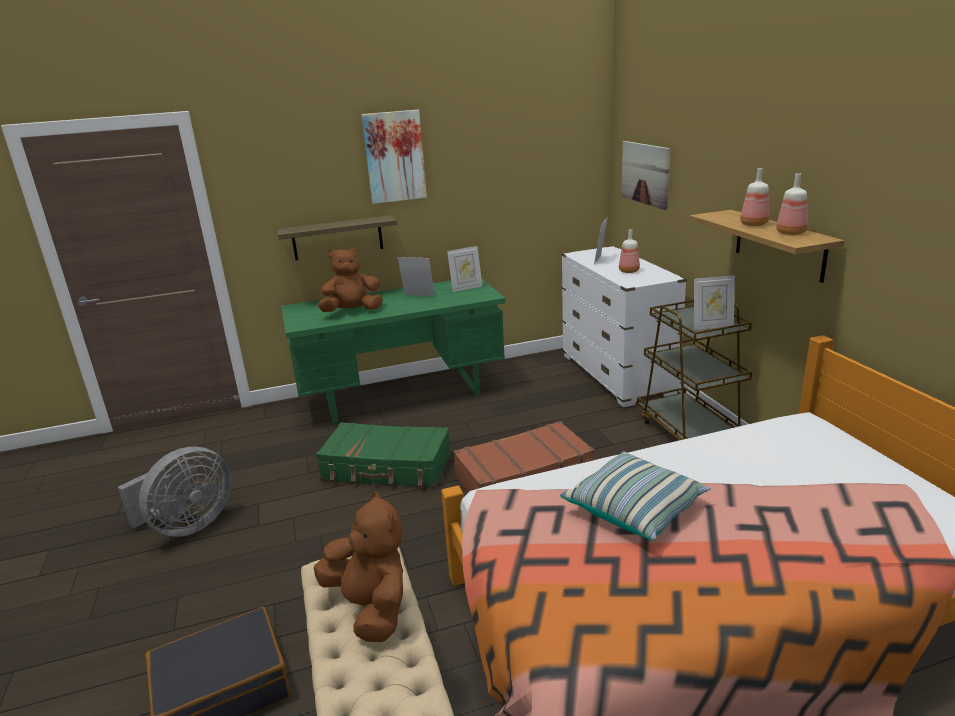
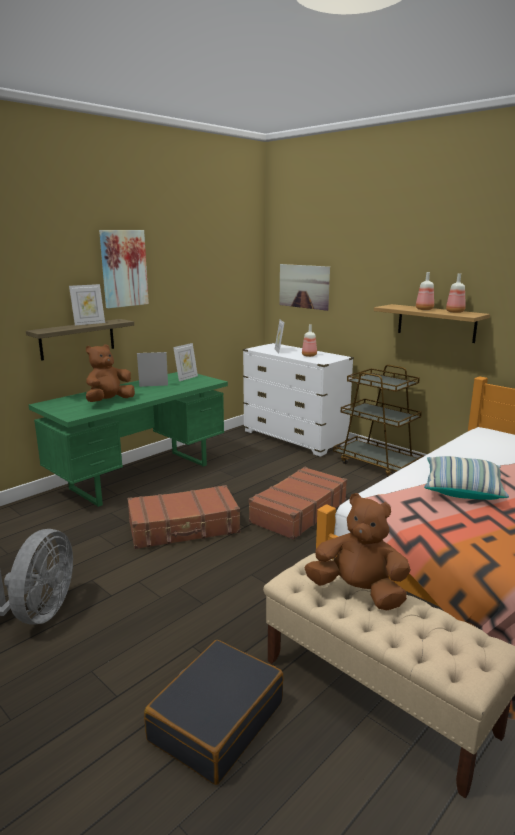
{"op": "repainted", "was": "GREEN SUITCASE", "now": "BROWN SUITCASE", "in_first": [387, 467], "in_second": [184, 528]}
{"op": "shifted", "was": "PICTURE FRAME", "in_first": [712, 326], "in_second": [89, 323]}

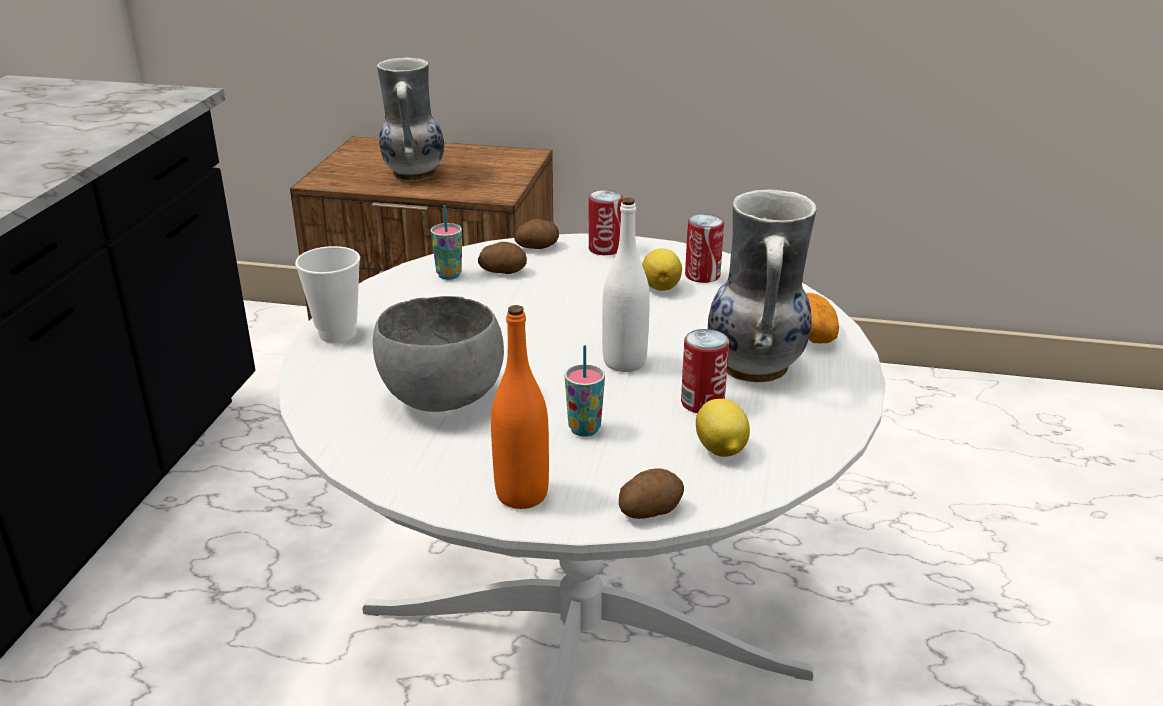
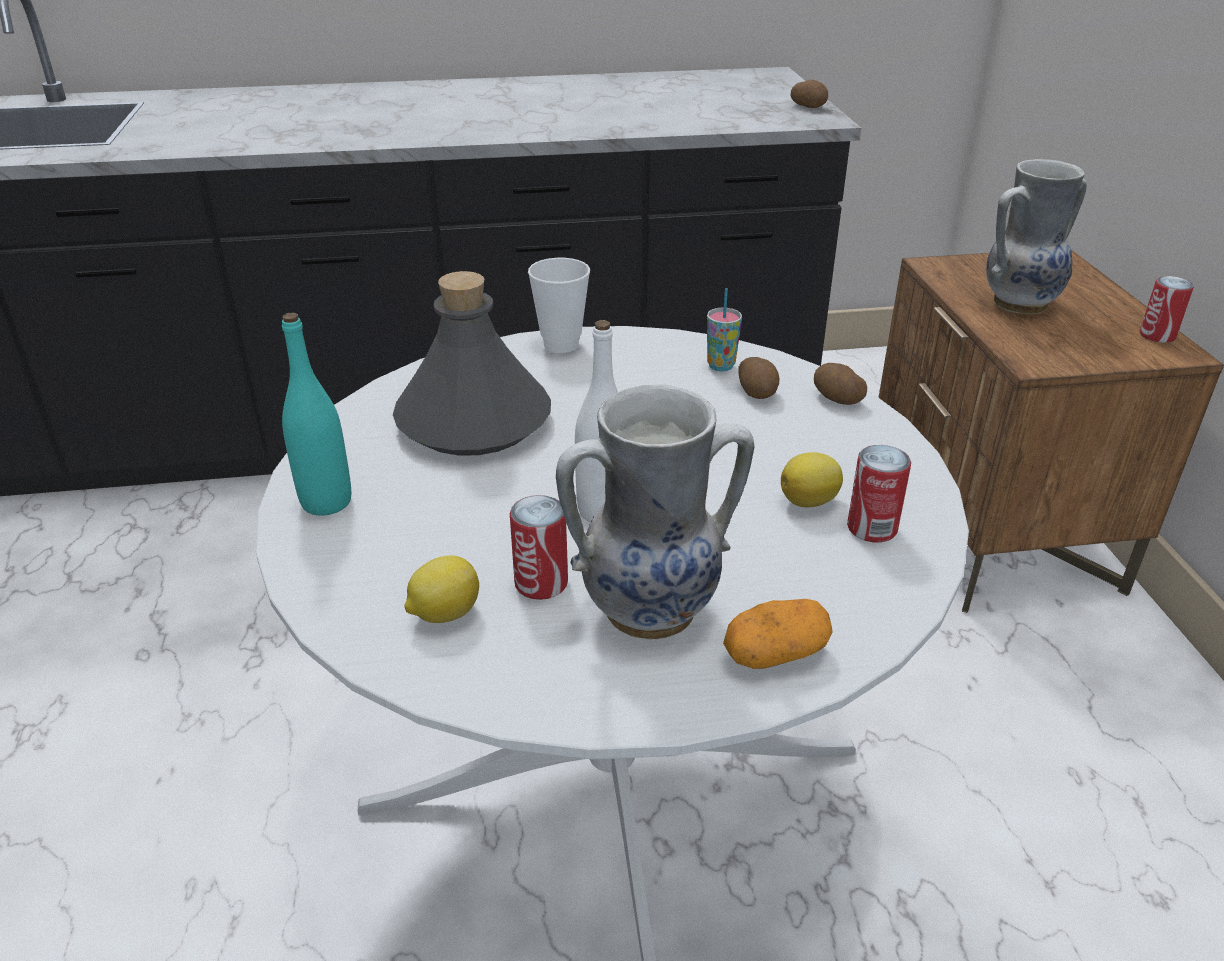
{"op": "swapped", "was": "GREY BOWL", "now": "GREY BOTTLE", "in_first": [439, 398], "in_second": [473, 421]}
{"op": "repainted", "was": "ORANGE BOTTLE", "now": "TURQUOISE BOTTLE", "in_first": [522, 494], "in_second": [326, 502]}
{"op": "gone", "was": "CUP", "in_first": [584, 429]}
{"op": "shifted", "was": "CAN", "in_first": [605, 249], "in_second": [1157, 335]}
{"op": "shifted", "was": "POTATO", "in_first": [649, 509], "in_second": [809, 106]}

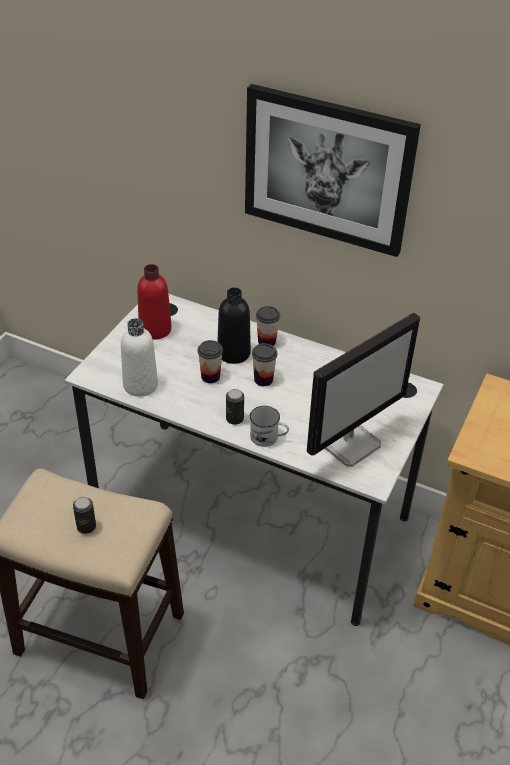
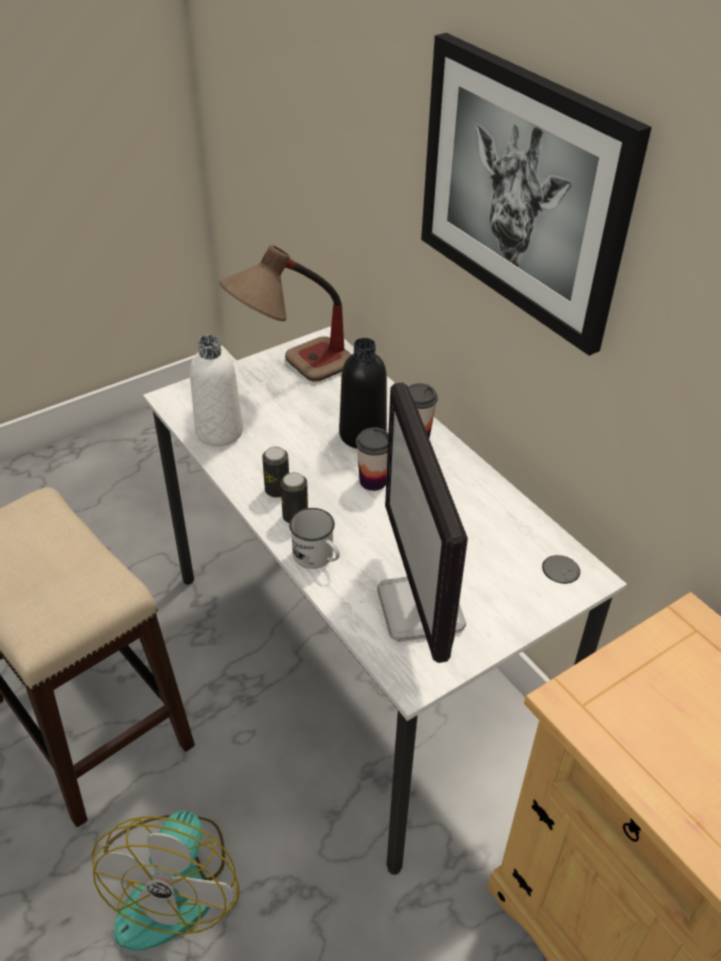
{"op": "shifted", "was": "CAN", "in_first": [86, 527], "in_second": [277, 490]}
{"op": "swapped", "was": "RED BOTTLE", "now": "TABLE LAMP", "in_first": [155, 329], "in_second": [291, 373]}
{"op": "gone", "was": "CUP", "in_first": [210, 377]}
{"op": "rotated", "was": "MONITOR", "in_first": [349, 442], "in_second": [421, 609], "clockwise": 90}
{"op": "new", "now": "FAN", "in_second": [173, 882]}

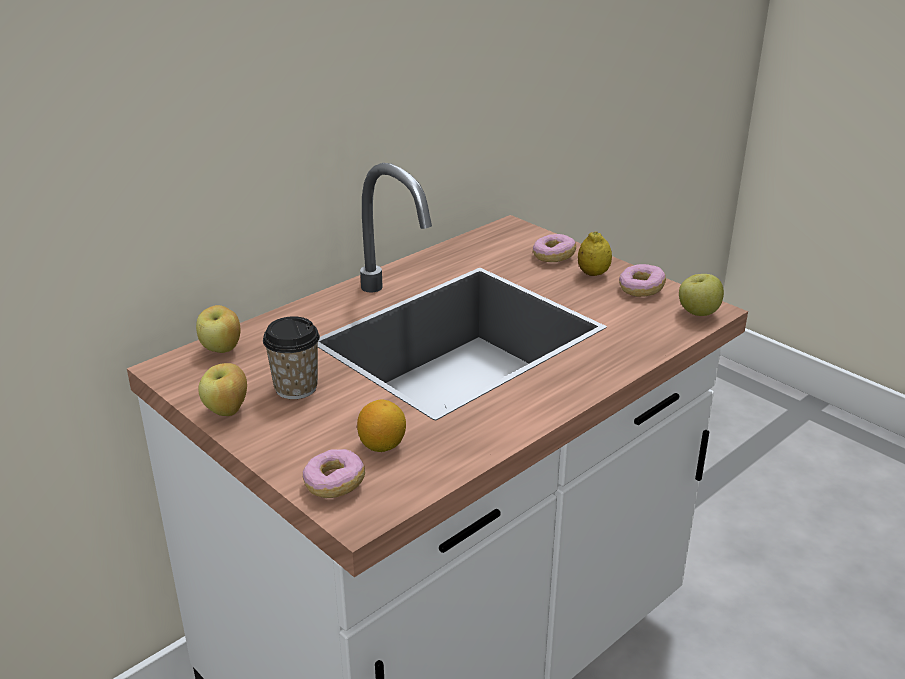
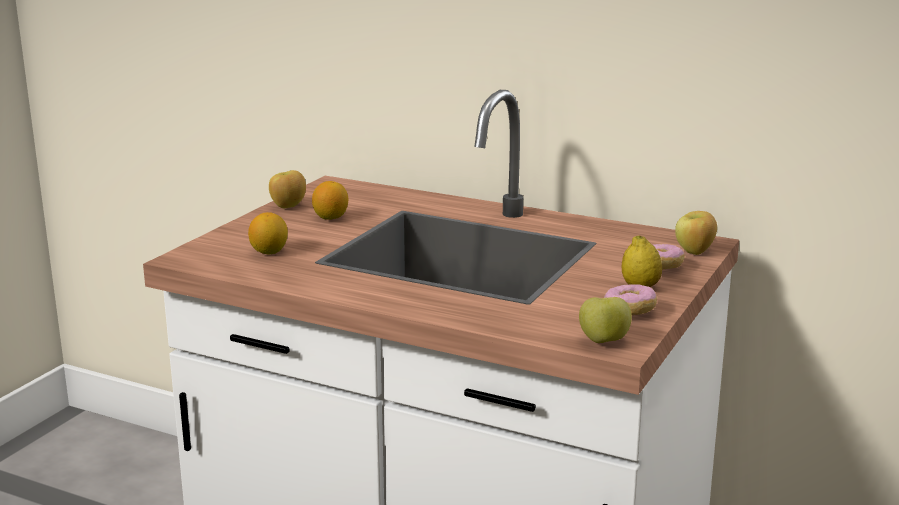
{"op": "shifted", "was": "APPLE", "in_first": [222, 349], "in_second": [694, 252]}
{"op": "swapped", "was": "CUP", "now": "LEMON", "in_first": [296, 388], "in_second": [330, 218]}
{"op": "gone", "was": "DONUT", "in_first": [334, 484]}

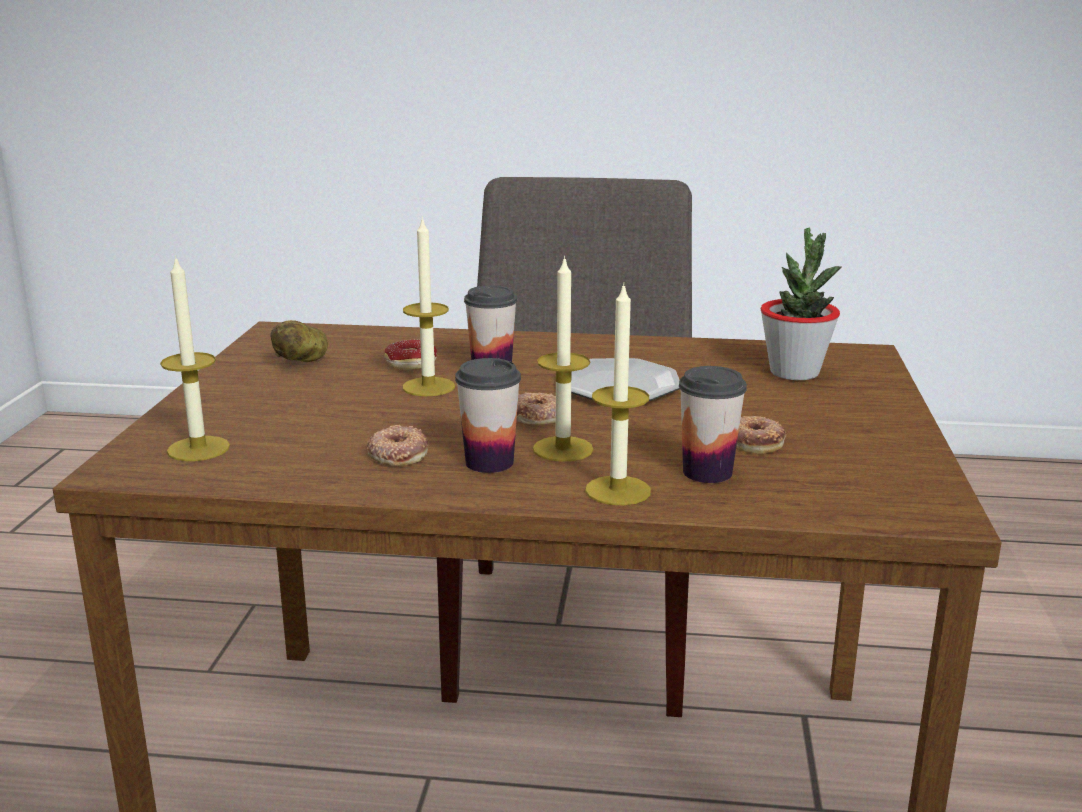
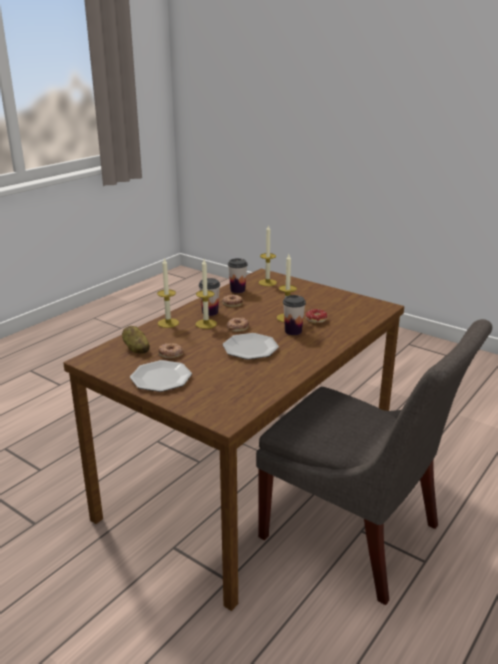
{"op": "shifted", "was": "POTATO", "in_first": [303, 361], "in_second": [136, 349]}
{"op": "shifted", "was": "CUP", "in_first": [707, 472], "in_second": [237, 290]}
{"op": "gone", "was": "POTTED PLANT", "in_first": [794, 373]}
{"op": "new", "now": "PLATE", "in_second": [161, 378]}

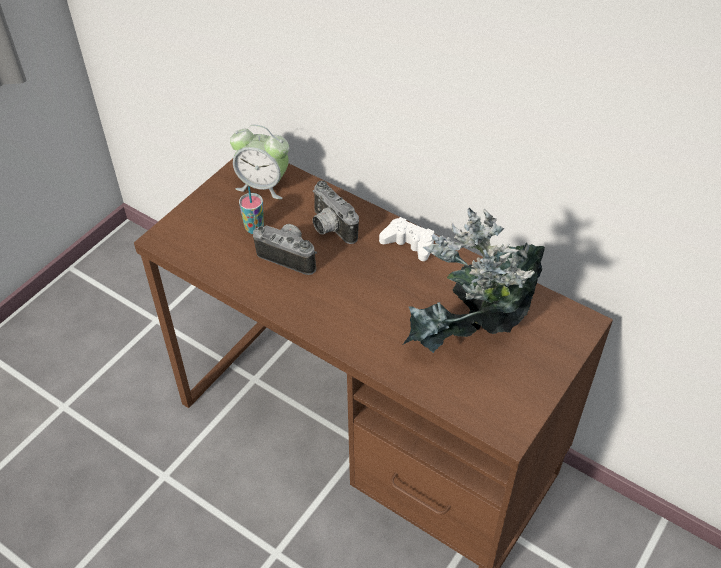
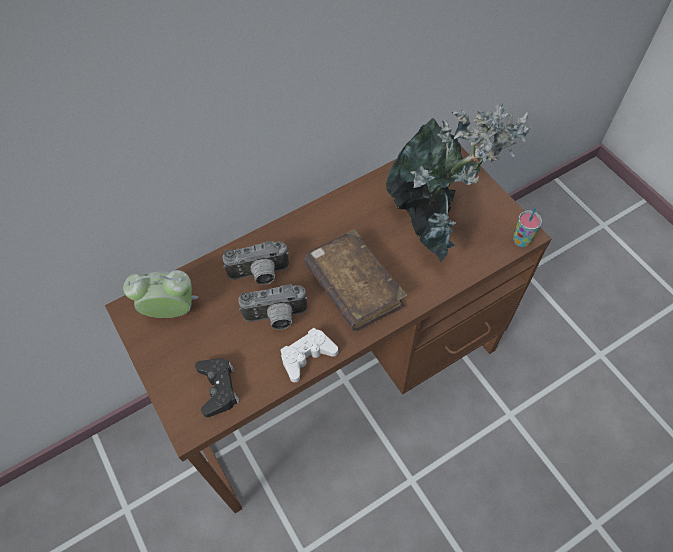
{"op": "rotated", "was": "ALARM CLOCK", "in_first": [263, 185], "in_second": [171, 311], "clockwise": -135}
{"op": "shifted", "was": "CUP", "in_first": [254, 228], "in_second": [521, 240]}
{"op": "rotated", "was": "PHOTO CAMERA", "in_first": [290, 256], "in_second": [276, 318], "clockwise": -150}
{"op": "shifted", "was": "WHITE GAME CONTROLLER", "in_first": [409, 243], "in_second": [307, 356]}
{"op": "new", "now": "BLACK GAME CONTROLLER", "in_second": [218, 388]}
{"op": "new", "now": "BROWN BOOK", "in_second": [354, 287]}

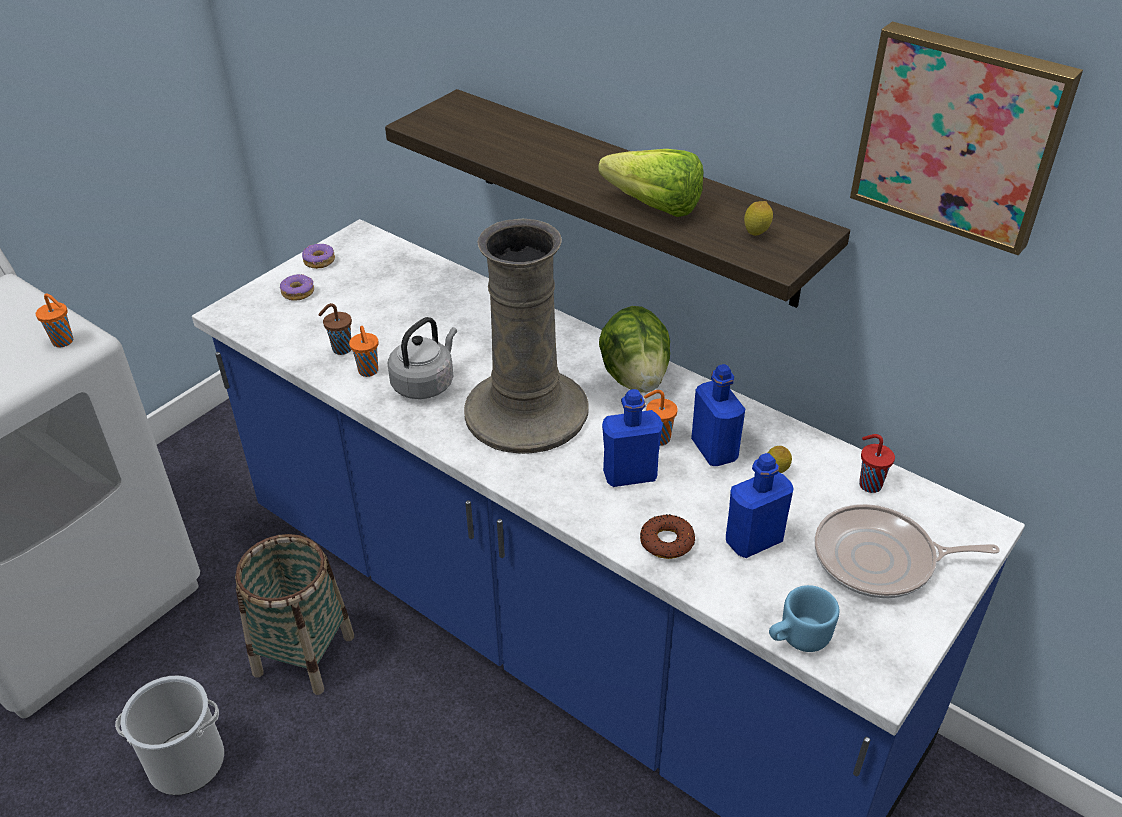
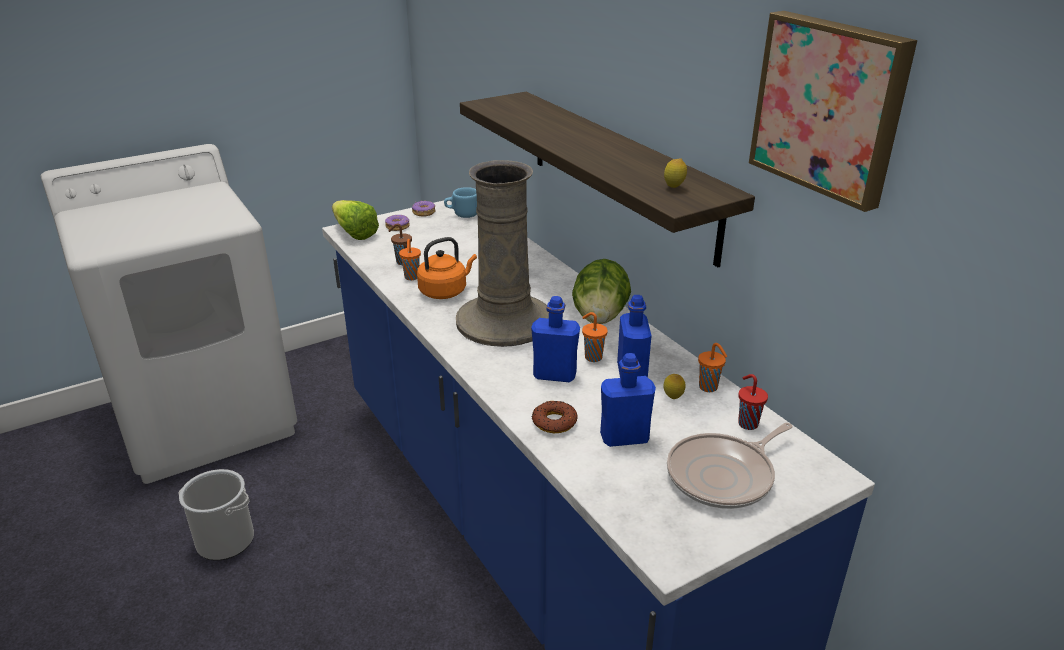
{"op": "shifted", "was": "ORANGE CUP", "in_first": [64, 342], "in_second": [709, 388]}
{"op": "gone", "was": "BASKET", "in_first": [304, 654]}
{"op": "repainted", "was": "GREY KETTLE", "now": "ORANGE KETTLE", "in_first": [425, 383], "in_second": [445, 291]}
{"op": "shifted", "was": "LETTUCE", "in_first": [647, 204], "in_second": [353, 232]}
{"op": "shifted", "was": "BLUE MUG", "in_first": [797, 638], "in_second": [462, 214]}
{"op": "rotated", "was": "FRYING PAN", "in_first": [880, 560], "in_second": [724, 476], "clockwise": -60}

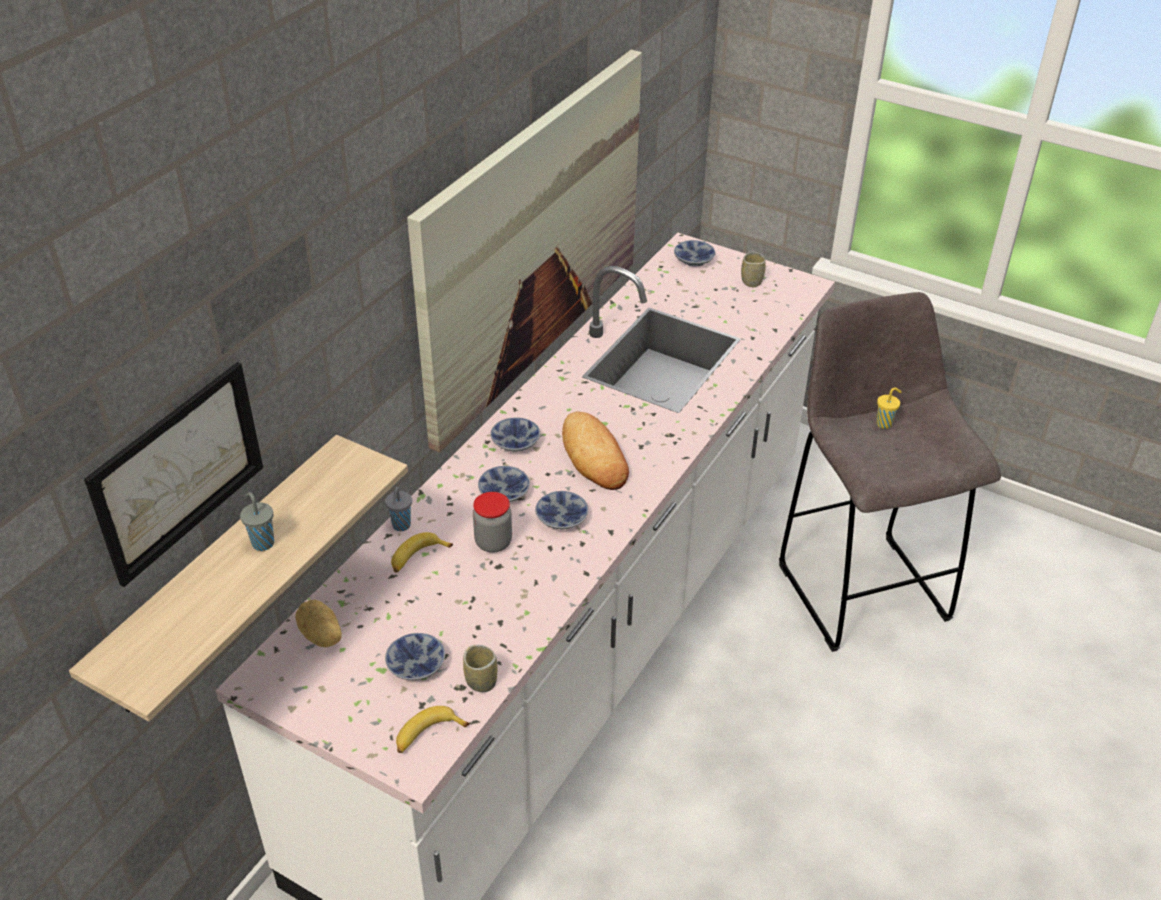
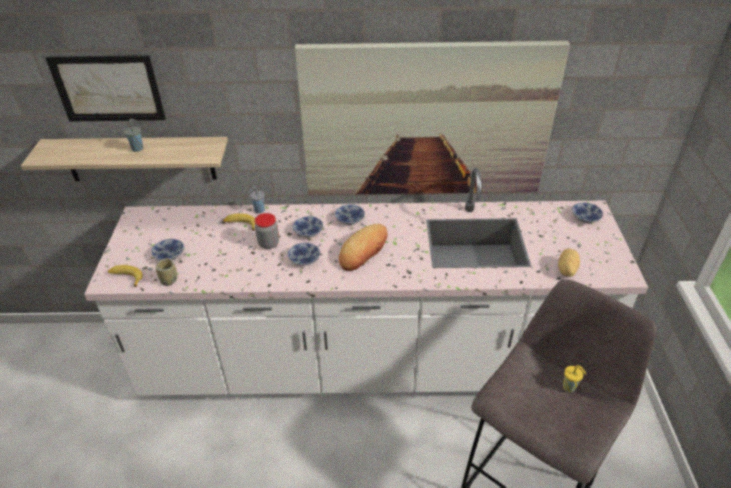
{"op": "shifted", "was": "POTATO", "in_first": [320, 636], "in_second": [566, 270]}
{"op": "gone", "was": "CUP", "in_first": [751, 281]}

